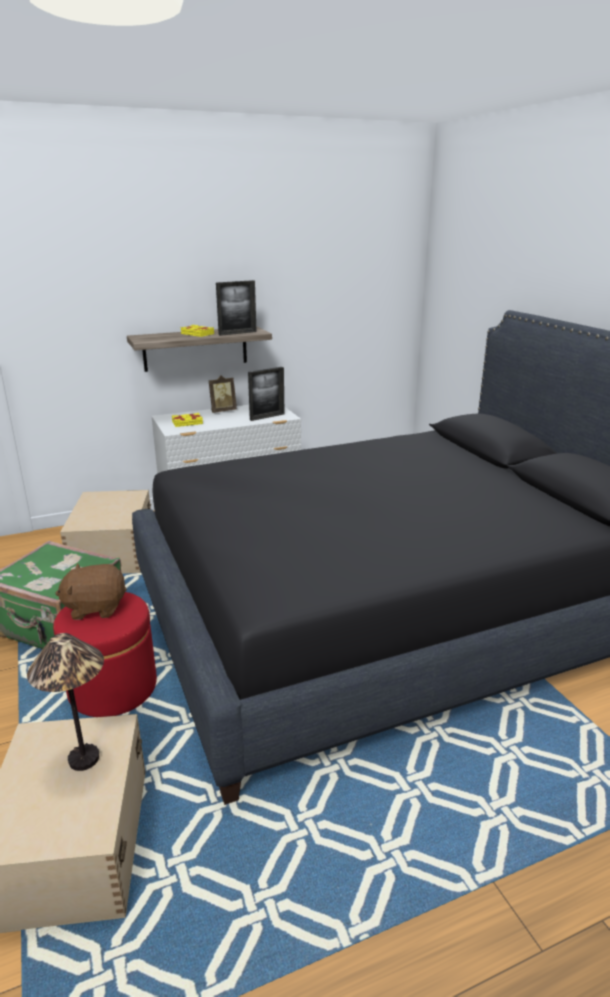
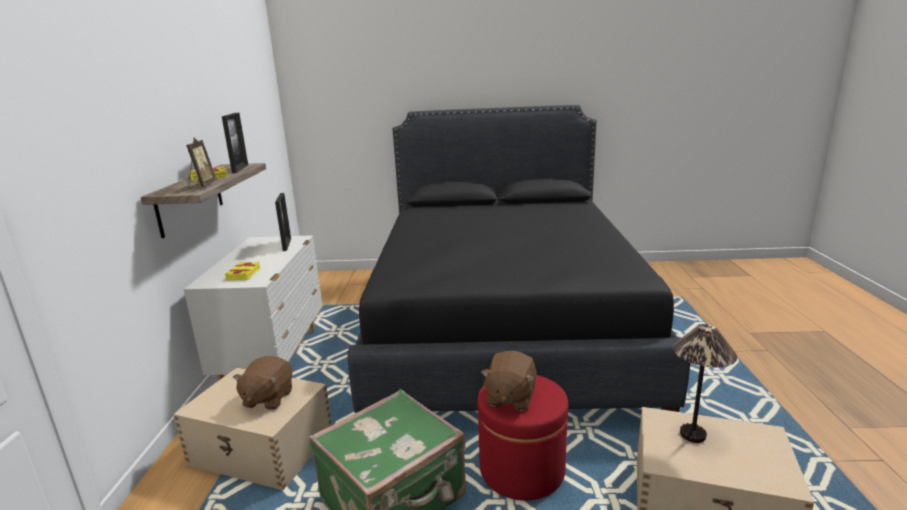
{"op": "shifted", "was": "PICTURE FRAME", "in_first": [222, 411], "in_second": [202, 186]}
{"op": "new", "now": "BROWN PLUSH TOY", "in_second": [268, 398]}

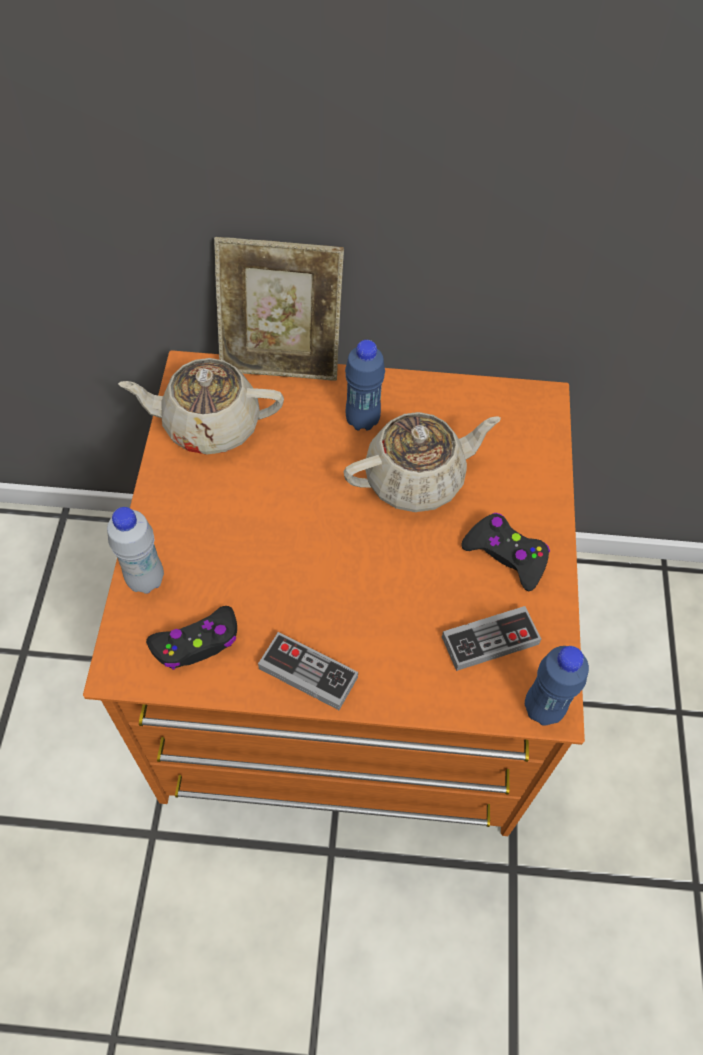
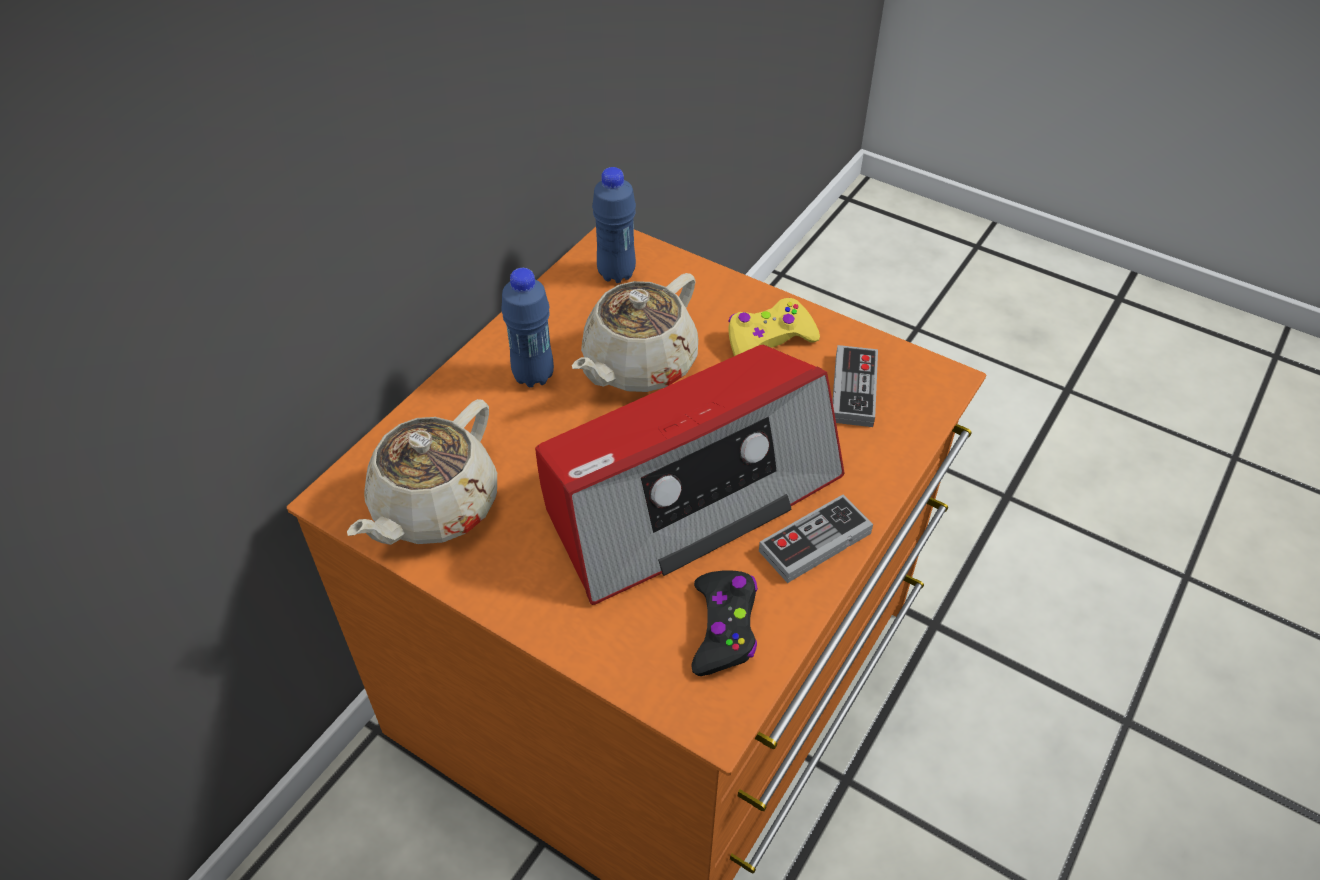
{"op": "gone", "was": "WHITE BOTTLE", "in_first": [146, 579]}
{"op": "gone", "was": "PICTURE FRAME", "in_first": [281, 359]}
{"op": "rotated", "was": "BEIGE TEAPOT", "in_first": [416, 478], "in_second": [637, 365], "clockwise": -150}
{"op": "repainted", "was": "BLACK GAME CONTROLLER", "now": "YELLOW GAME CONTROLLER", "in_first": [506, 555], "in_second": [768, 340]}
{"op": "shifted", "was": "BLUE BOTTLE", "in_first": [543, 708], "in_second": [616, 273]}
{"op": "new", "now": "RADIO", "in_second": [687, 494]}

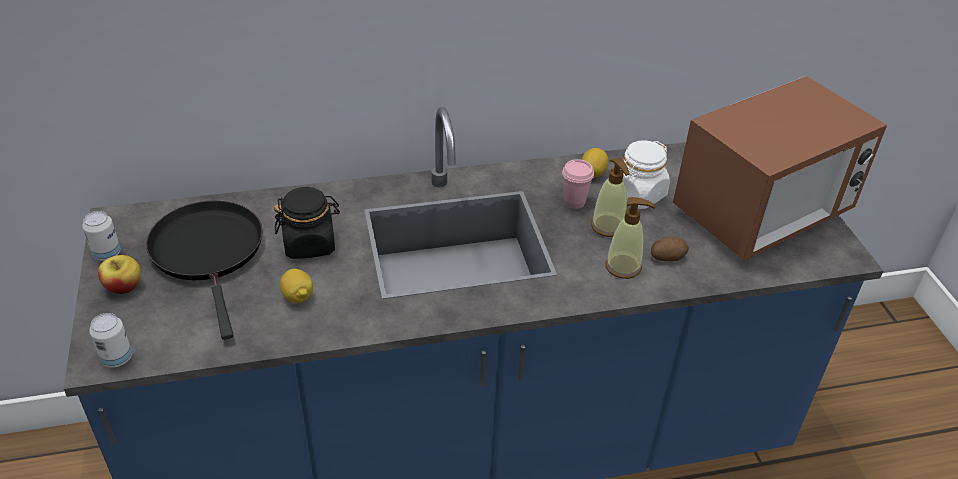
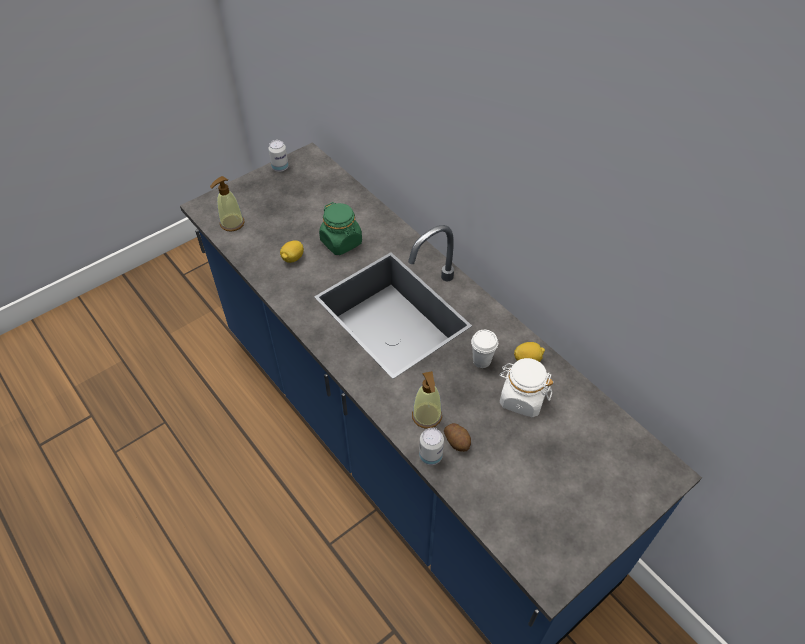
{"op": "shifted", "was": "CAN", "in_first": [117, 358], "in_second": [430, 456]}
{"op": "gone", "was": "APPLE", "in_first": [124, 287]}
{"op": "gone", "was": "BLACK FRYING PAN", "in_first": [209, 252]}
{"op": "repainted", "was": "BLACK JAR", "now": "GREEN JAR", "in_first": [310, 244], "in_second": [341, 242]}
{"op": "repainted", "was": "PINK CUP", "now": "WHITE CUP", "in_first": [574, 202], "in_second": [481, 360]}
{"op": "shifted", "was": "SOAP DISPENSER", "in_first": [608, 226], "in_second": [232, 223]}
{"op": "gone", "was": "MICROWAVE", "in_first": [762, 213]}

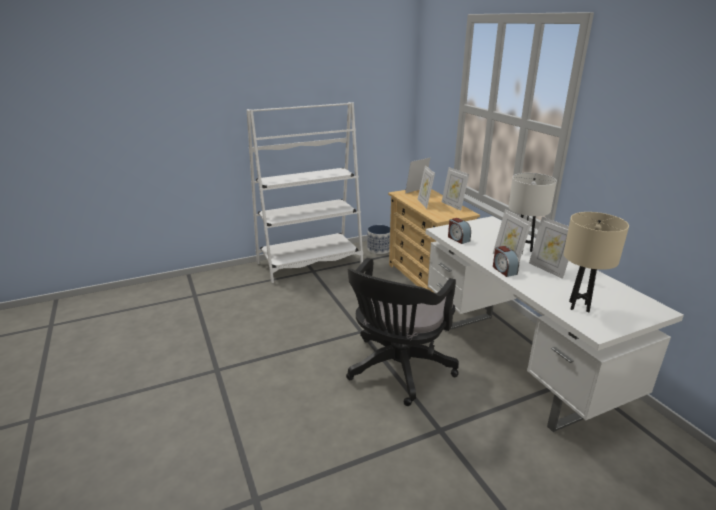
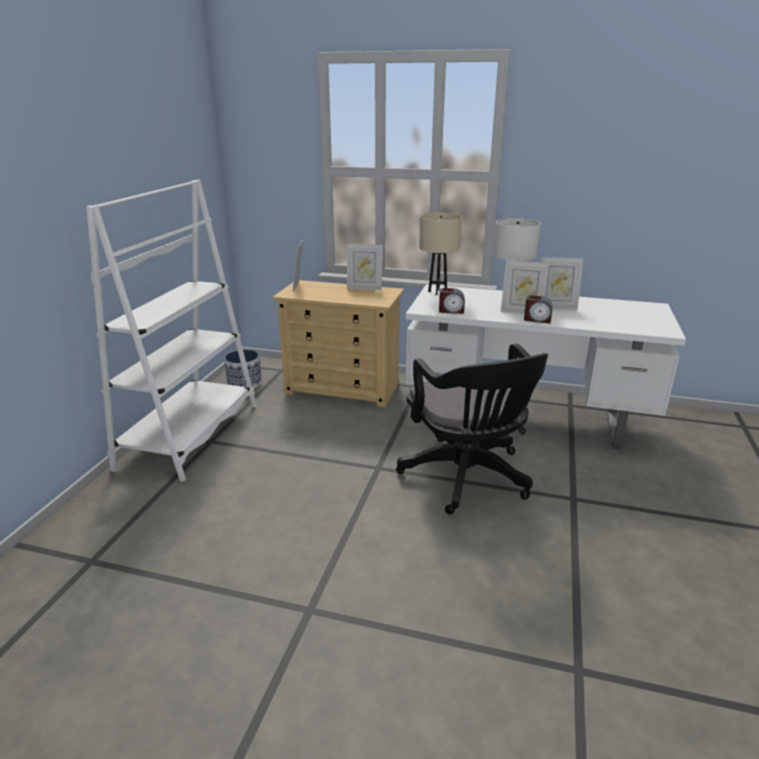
{"op": "gone", "was": "PICTURE FRAME", "in_first": [424, 203]}
{"op": "shifted", "was": "BEIGE TABLE LAMP", "in_first": [579, 306], "in_second": [437, 292]}

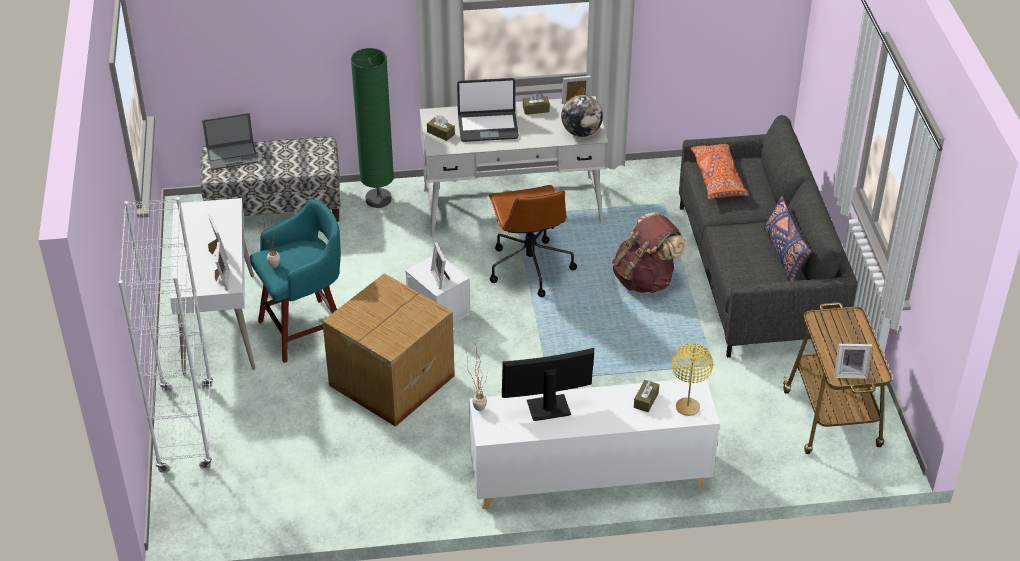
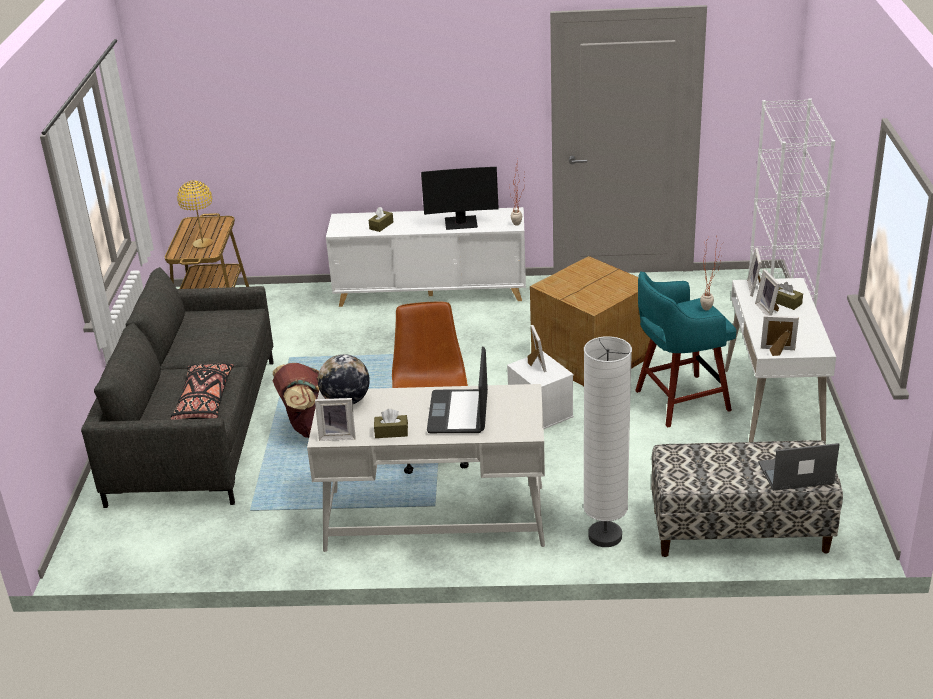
{"op": "repainted", "was": "GREEN FLOOR LAMP", "now": "WHITE FLOOR LAMP", "in_first": [378, 199], "in_second": [605, 536]}
{"op": "shifted", "was": "BROWN TISSUE BOX", "in_first": [441, 133], "in_second": [785, 302]}
{"op": "rotated", "was": "LAPTOP", "in_first": [488, 127], "in_second": [459, 413], "clockwise": -90}
{"op": "shifted", "was": "YELLOW TABLE LAMP", "in_first": [688, 407], "in_second": [202, 244]}
{"op": "repainted", "was": "ORANGE PILLOW", "now": "BLACK PILLOW", "in_first": [717, 179], "in_second": [204, 402]}
{"op": "gone", "was": "BLUE PILLOW", "in_first": [784, 254]}
{"op": "shifted", "was": "PICTURE FRAME", "in_first": [850, 373], "in_second": [777, 352]}

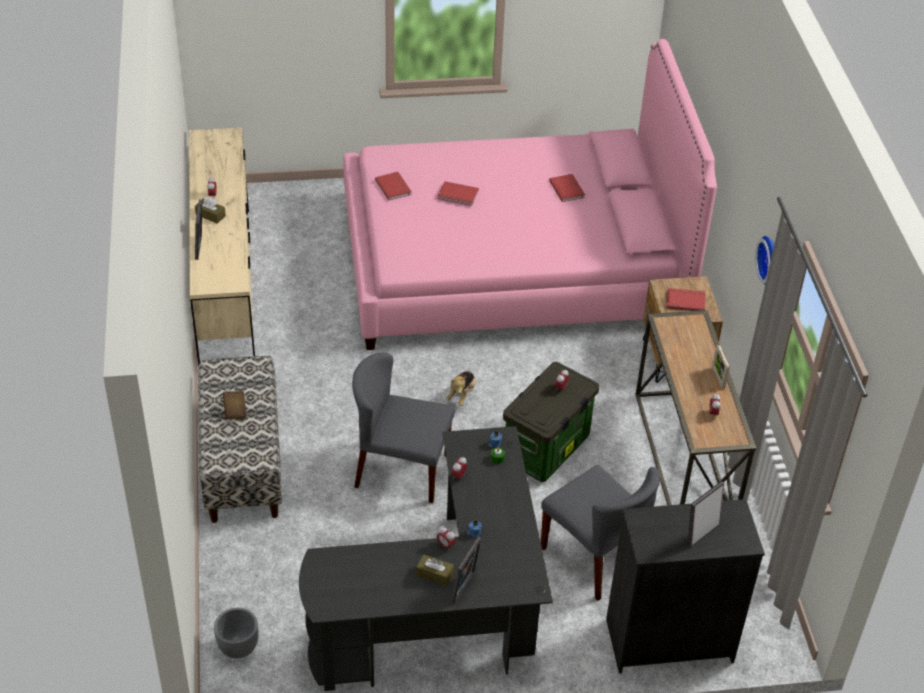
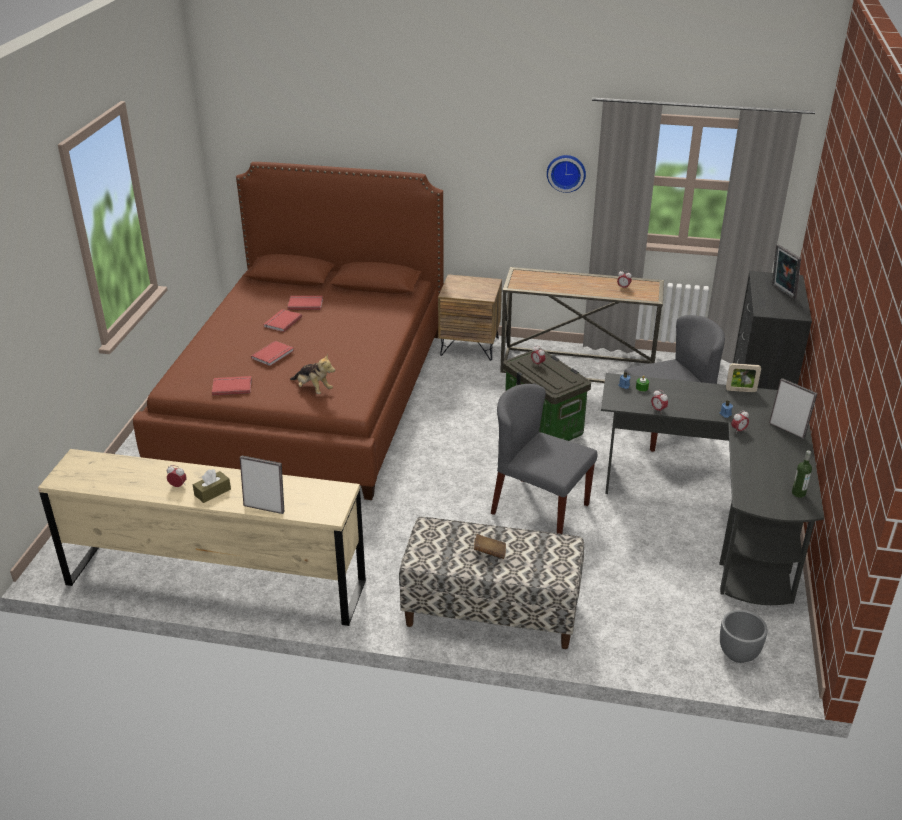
{"op": "repainted", "was": "PINK BED", "now": "BROWN BED", "in_first": [512, 263], "in_second": [307, 396]}
{"op": "rotated", "was": "GREY CHAIR", "in_first": [401, 470], "in_second": [539, 508], "clockwise": 90}
{"op": "gone", "was": "BROWN TISSUE BOX", "in_first": [434, 574]}
{"op": "shifted", "was": "PLUSH TOY", "in_first": [462, 394], "in_second": [313, 389]}
{"op": "shifted", "was": "RED BOOK", "in_first": [685, 300], "in_second": [281, 322]}
{"op": "shifted", "was": "PICTURE FRAME", "in_first": [718, 378], "in_second": [740, 390]}
{"op": "new", "now": "BOTTLE", "in_second": [798, 493]}

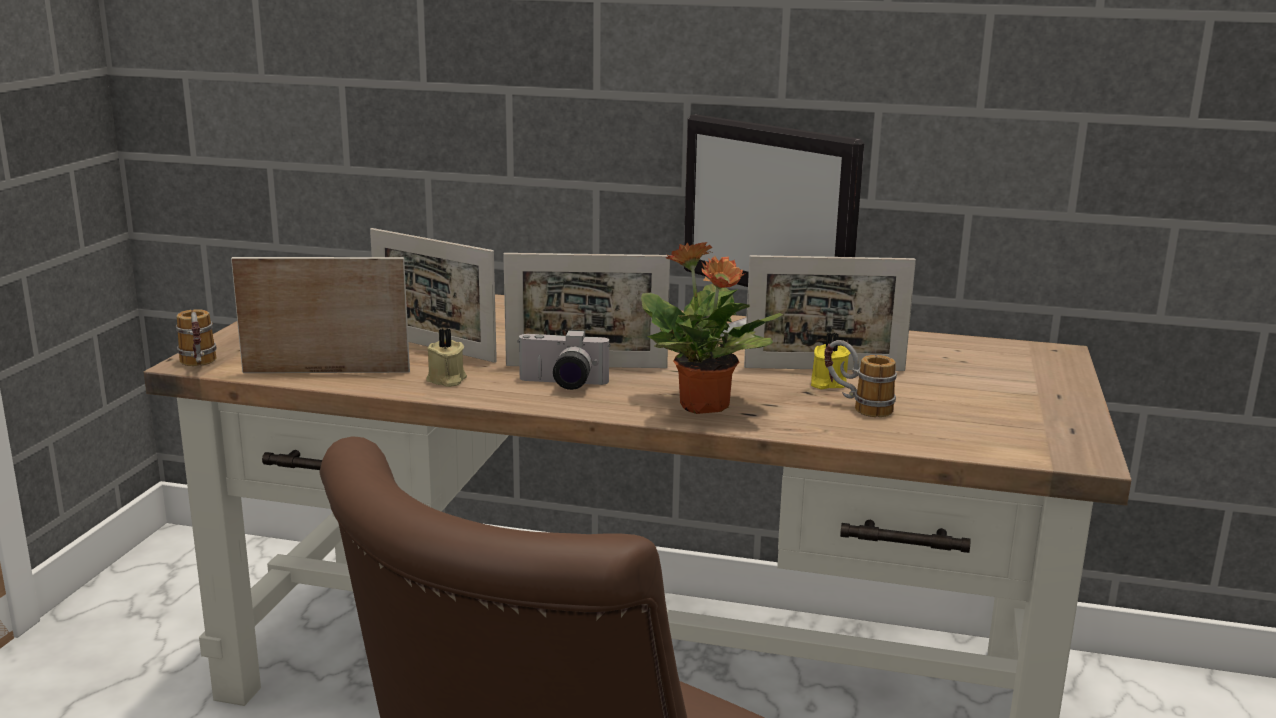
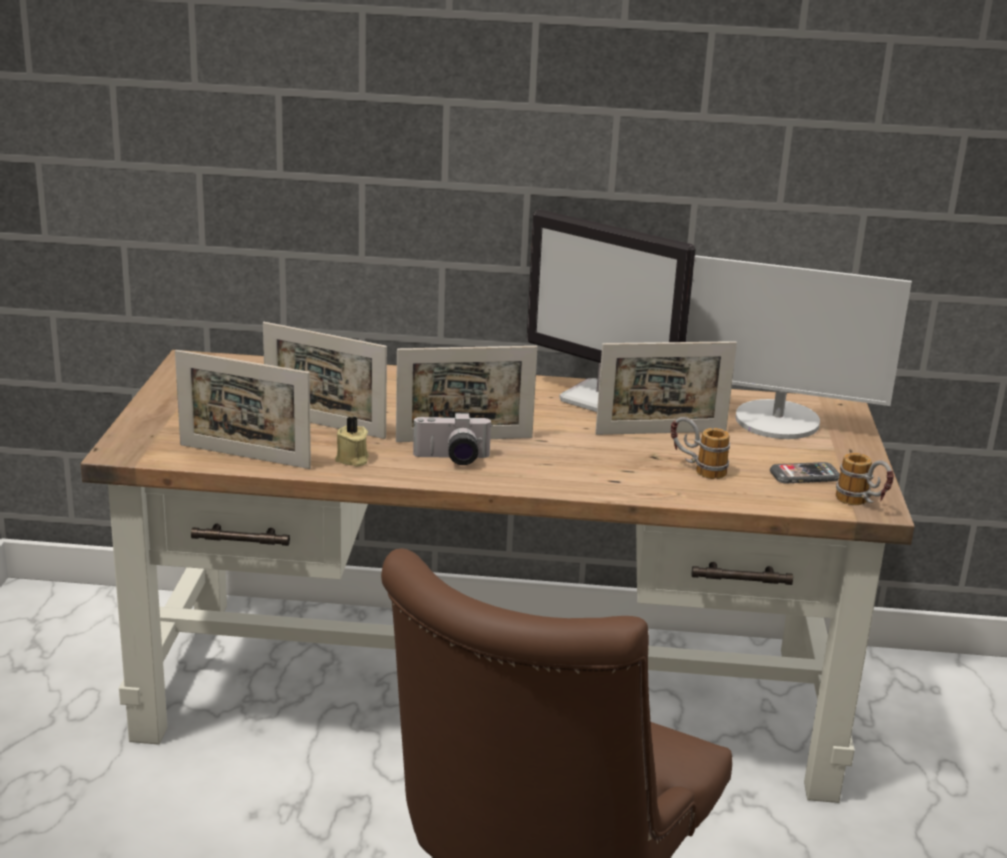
{"op": "shifted", "was": "MUG", "in_first": [199, 365], "in_second": [862, 504]}
{"op": "rotated", "was": "PICTURE FRAME", "in_first": [326, 372], "in_second": [244, 456], "clockwise": -150}
{"op": "gone", "was": "POTTED PLANT", "in_first": [705, 407]}
{"op": "gone", "was": "YELLOW CANDLE", "in_first": [827, 383]}
{"op": "new", "now": "MONITOR", "in_second": [777, 421]}
{"op": "new", "now": "PHONE", "in_second": [804, 475]}

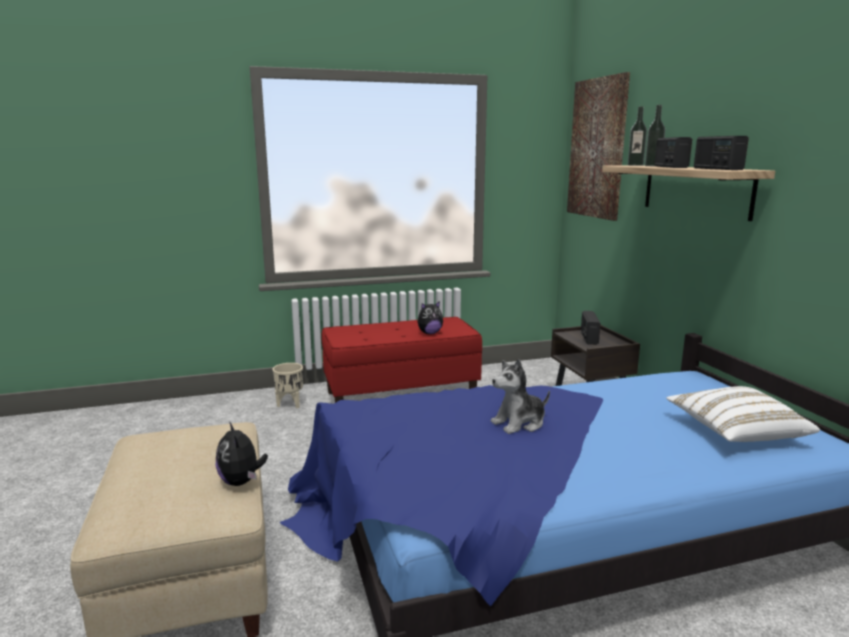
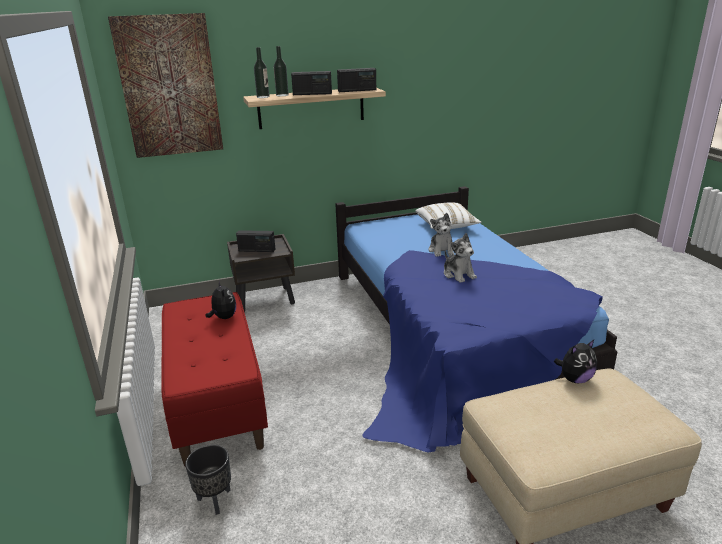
{"op": "repainted", "was": "BEIGE PLANTER", "now": "BLACK PLANTER", "in_first": [290, 404], "in_second": [214, 500]}
{"op": "new", "now": "PLUSH TOY", "in_second": [441, 250]}

